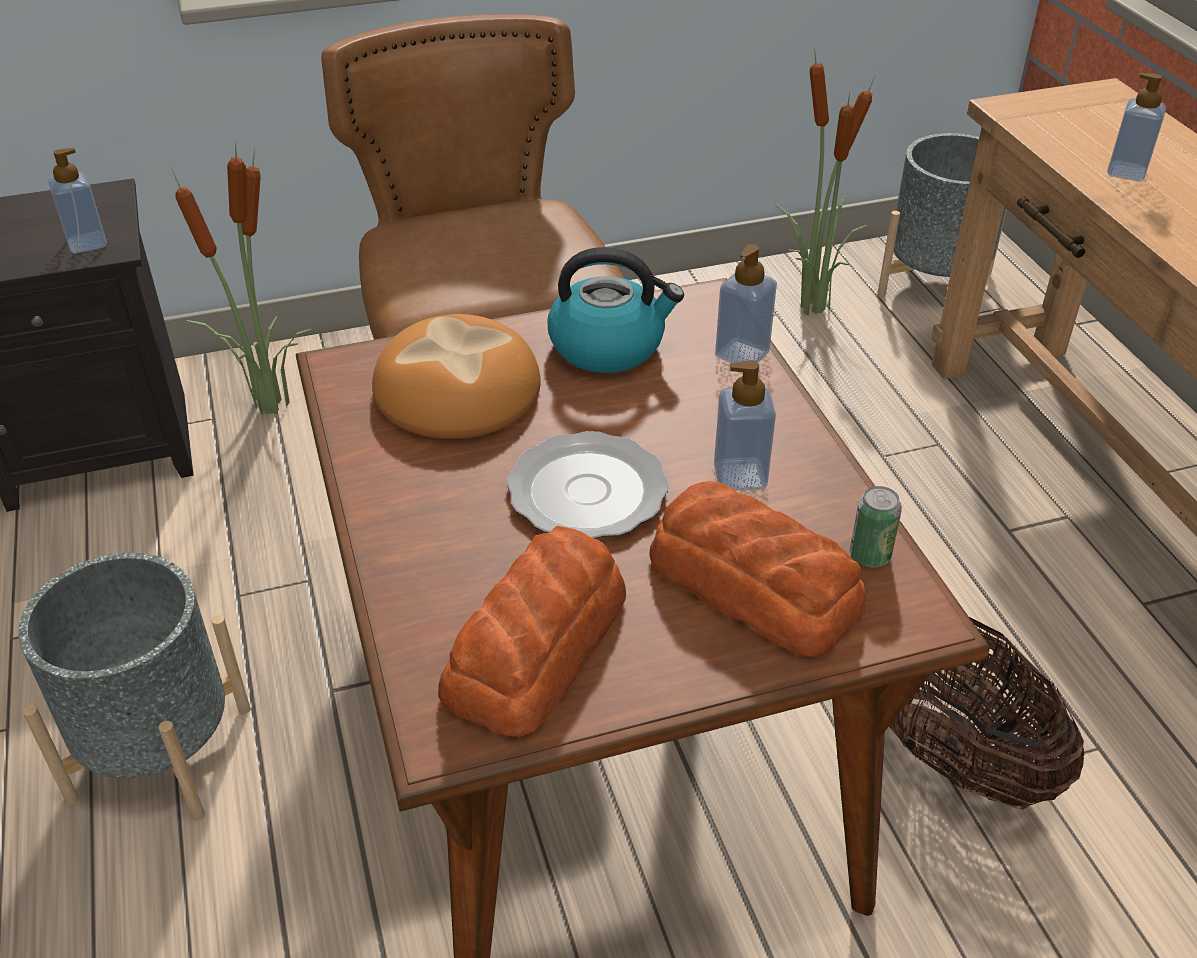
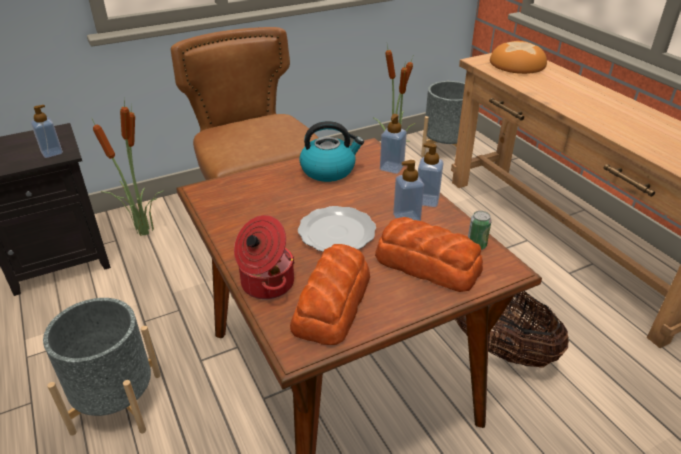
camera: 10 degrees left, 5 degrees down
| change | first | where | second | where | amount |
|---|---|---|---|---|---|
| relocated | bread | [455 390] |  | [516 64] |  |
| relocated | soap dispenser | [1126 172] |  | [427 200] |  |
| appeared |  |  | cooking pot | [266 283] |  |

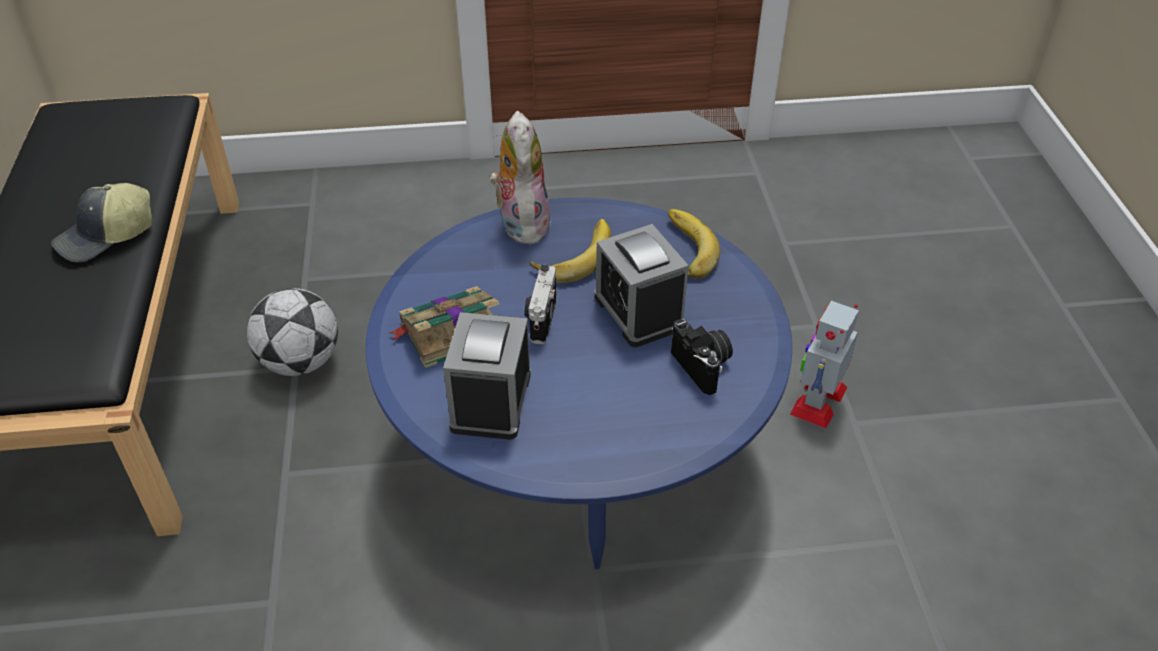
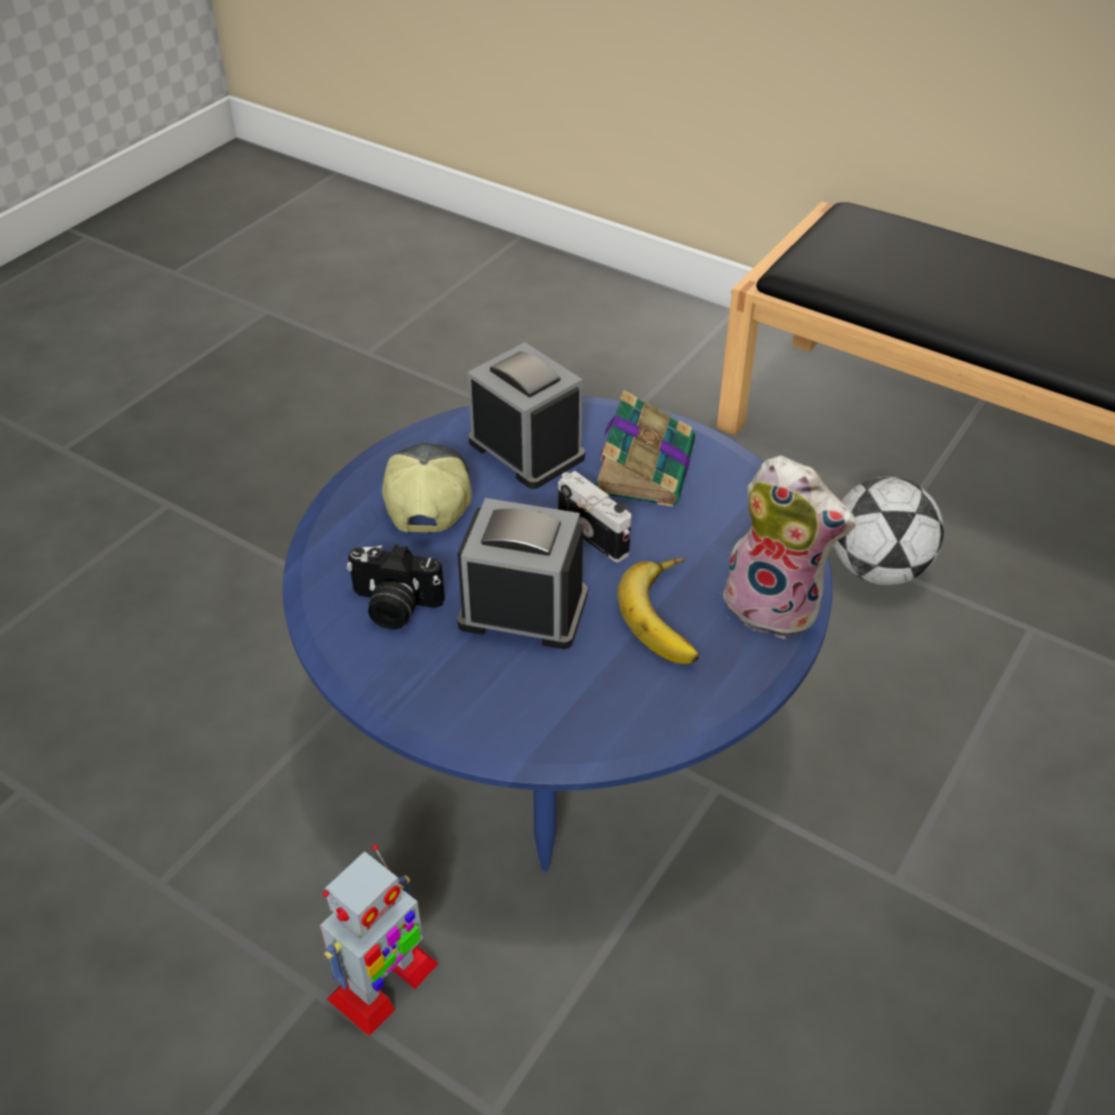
camera: 130 degrees right, 0 degrees up
| change | first | where | second | where | amount |
|---|---|---|---|---|---|
| relocated | cap | [107 237] |  | [426 497] |  |
| missing | banana | [681 250] |  |  |  |
| spun | toy robot | [818 400] |  | [383 983] | 60 degrees clockwise |

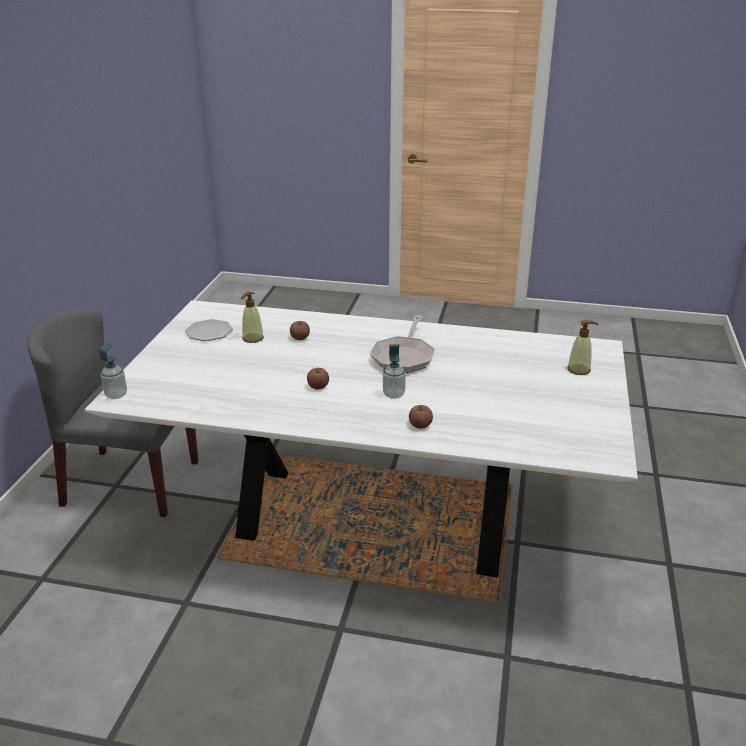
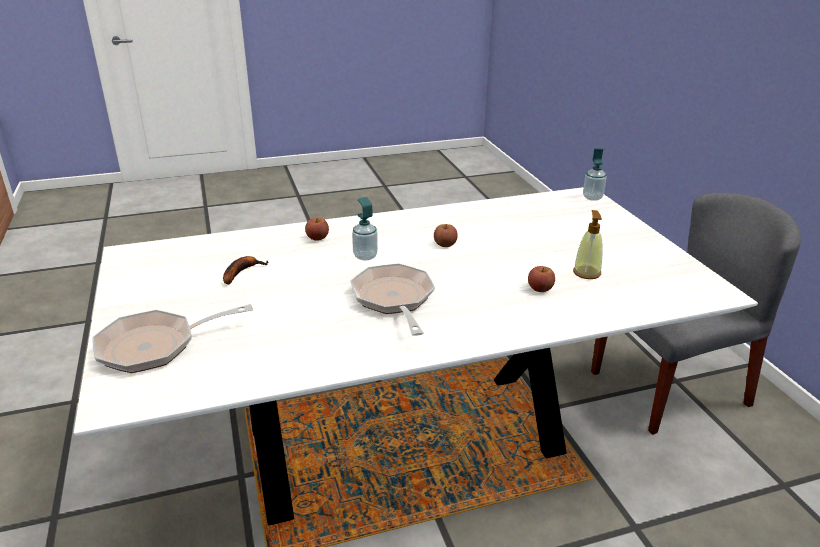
camera: 150 degrees right, 0 degrees up
| change | first | where | second | where | amount |
|---|---|---|---|---|---|
| missing | plate | [208 332] |  |  |  |
| exchanged | soap dispenser | [579 370] | frying pan | [155 346] |  |
| appeared |  |  | banana | [241 272] |  |

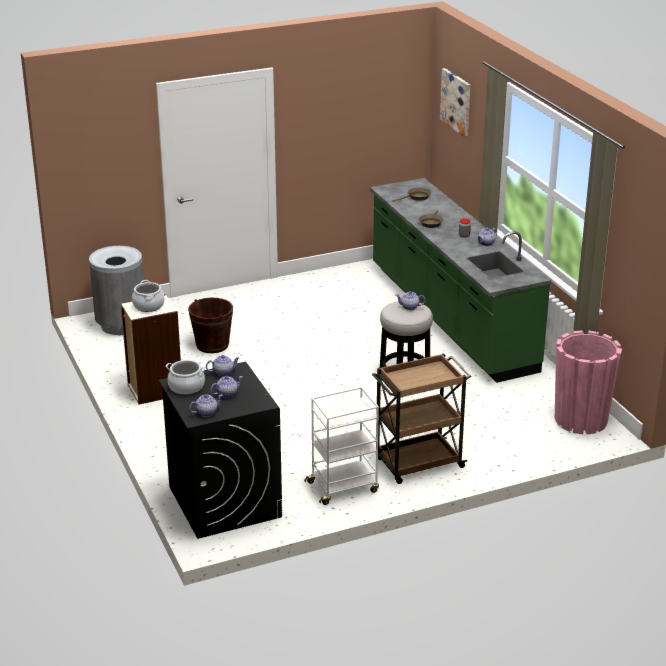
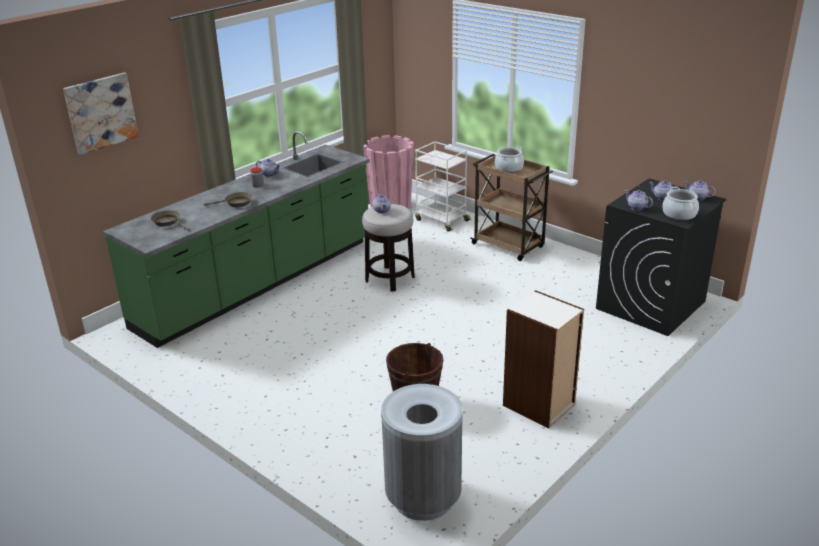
camera: 115 degrees left, 0 degrees up
| change | first | where | second | where | amount |
|---|---|---|---|---|---|
| relocated | cooking pot | [148 306] |  | [509 168] |  |
| relocated | cart (white) | [343 486] |  | [441 220] |  |

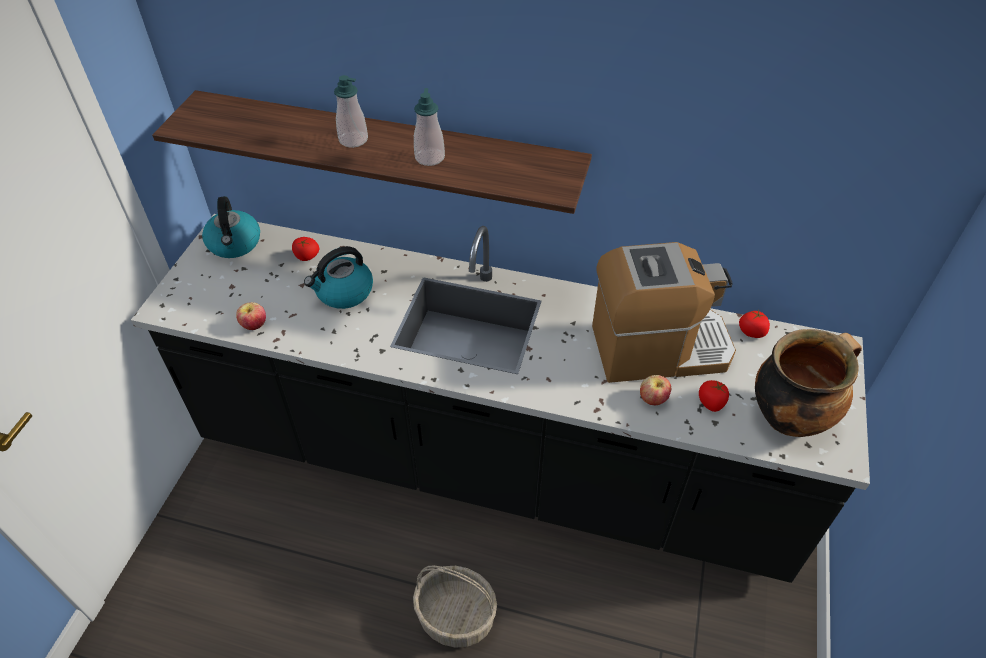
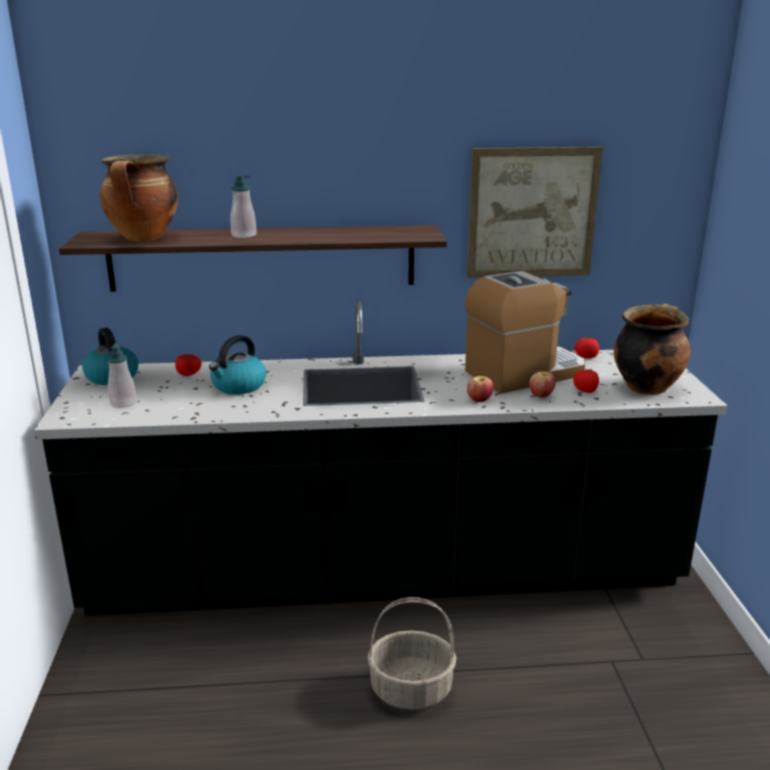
camera: 20 degrees left, 25 degrees down
| change | first | where | second | where | amount |
|---|---|---|---|---|---|
| relocated | apple | [254 325] |  | [479 400] |  |
| relocated | soap dispenser | [429 158] |  | [123 403] |  |
| appeared |  |  | cooking pot | [144 238] |  |
| appeared |  |  | picture | [532 213] |  |

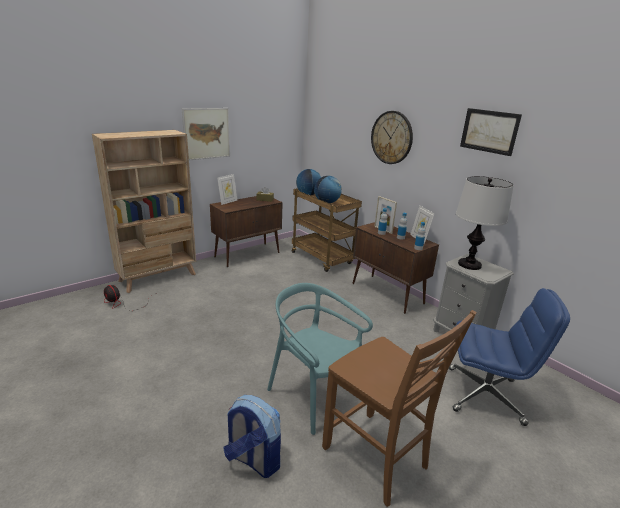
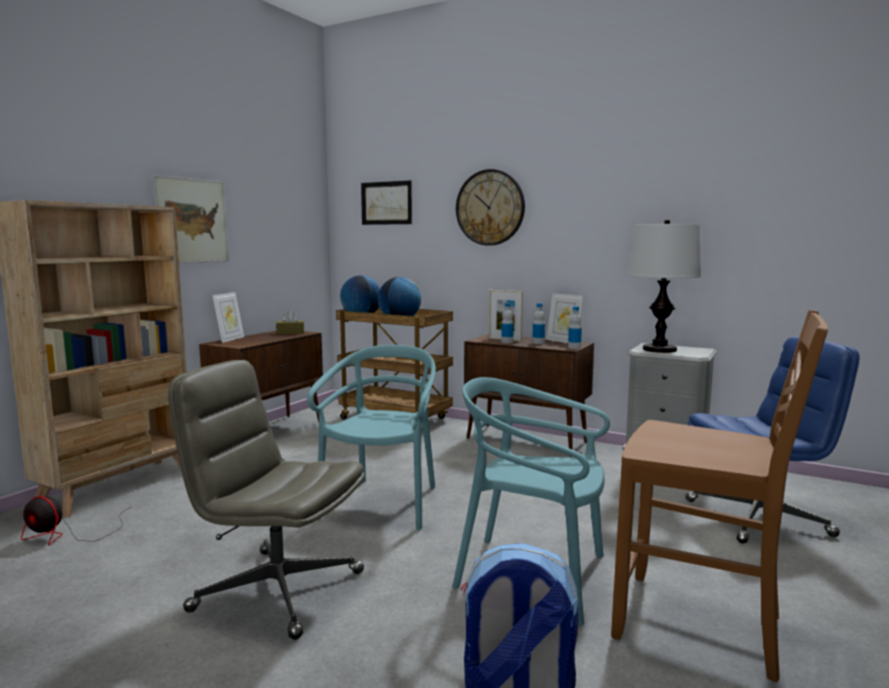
camera: 20 degrees left, 15 degrees down
| change | first | where | second | where | amount |
|---|---|---|---|---|---|
| relocated | picture | [489 131] |  | [386 203] |  |
| appeared |  |  | office chair (grey) | [276 591] |  |
| appeared |  |  | chair (turquoise) | [383 504] |  |

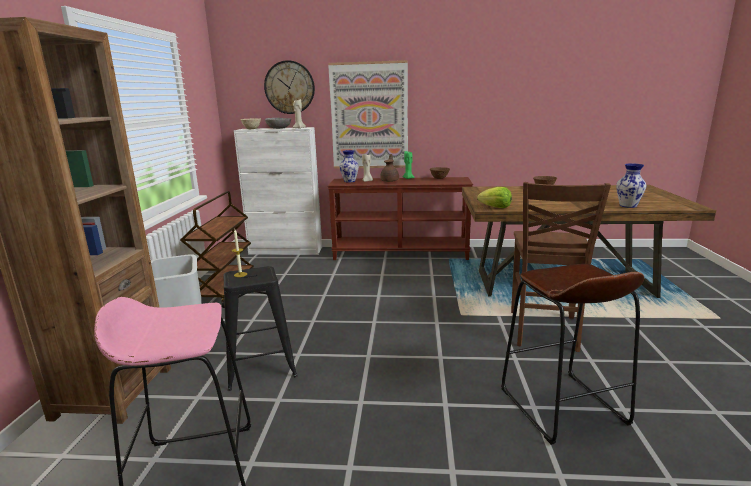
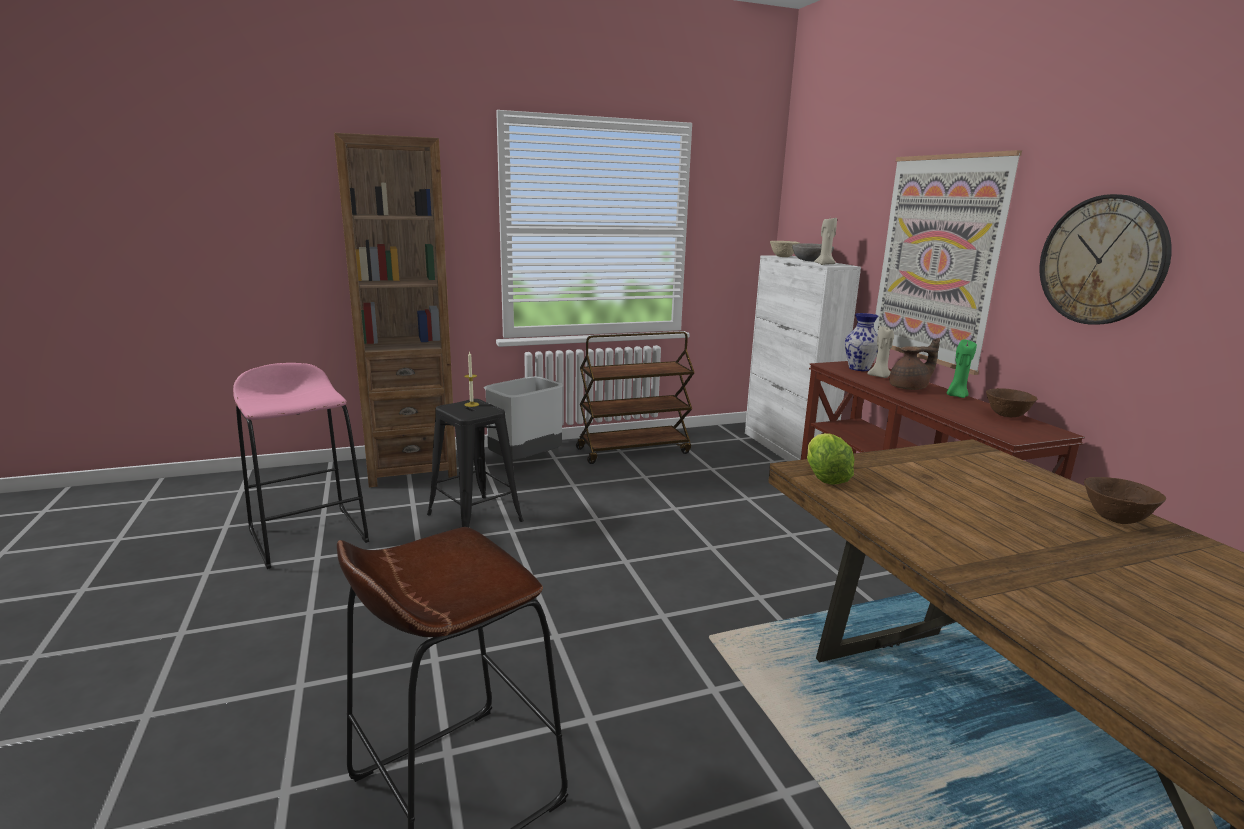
camera: 65 degrees right, 0 degrees up
| change | first | where | second | where | amount |
|---|---|---|---|---|---|
| relocated | wall clock | [289 87] |  | [1102 260] |  |
| missing | chair (brown) | [543 331] |  |  |  |
| missing | vase | [627 206] |  |  |  |

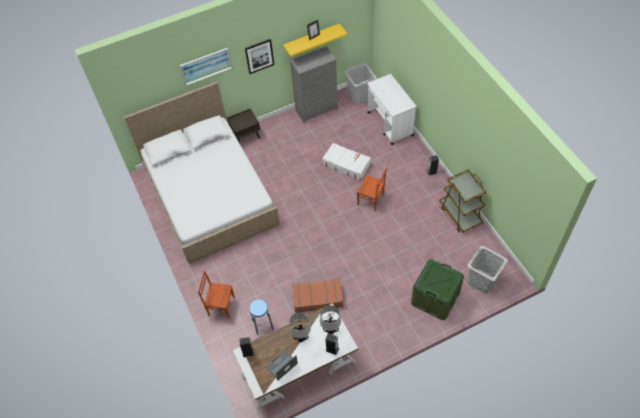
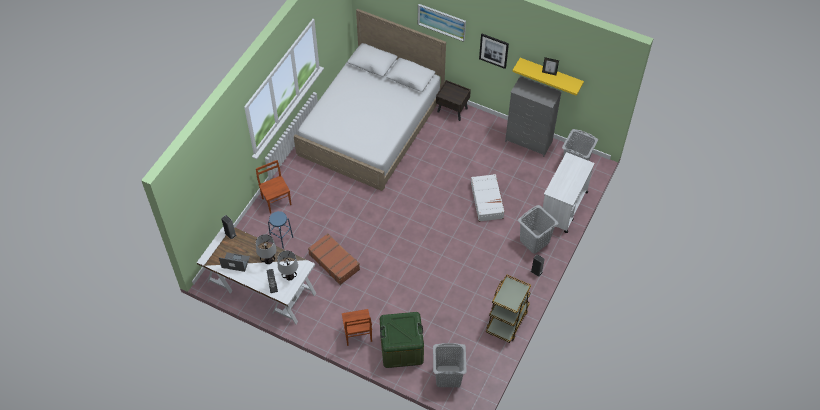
camera: 50 degrees right, 0 degrees up
| change | first | where | second | where | amount |
|---|---|---|---|---|---|
| relocated | chair (brown) | [371 200] |  | [357 334] |  |
| appeared |  |  | laundry basket (grey) | [534 241] |  |

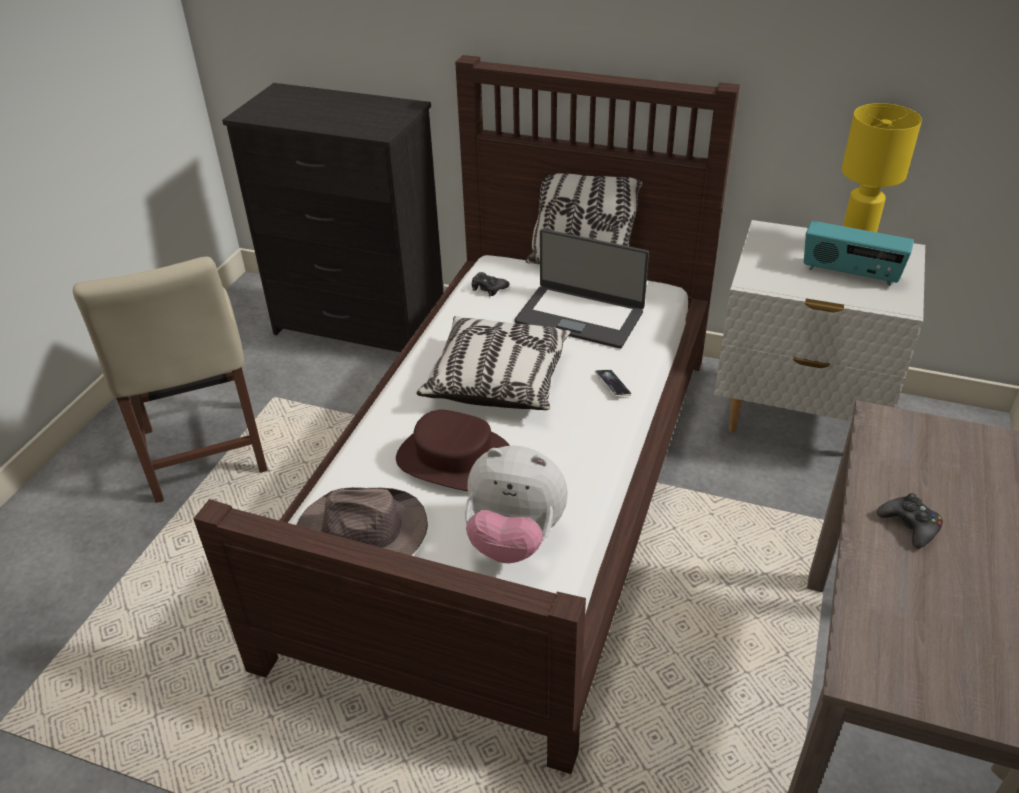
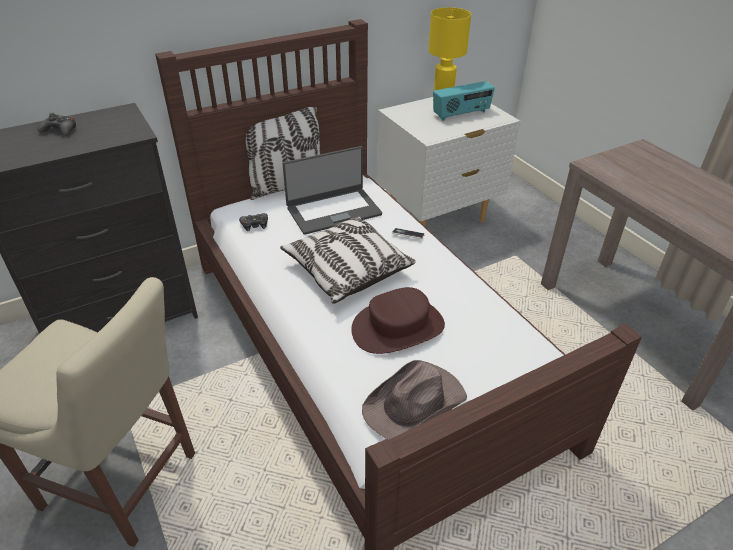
camera: 50 degrees left, 0 degrees up
| change | first | where | second | where | amount |
|---|---|---|---|---|---|
| missing | plush toy | [514 539] |  |  |  |
| relocated | game controller (black) | [910 526] |  | [60 130] |  |

